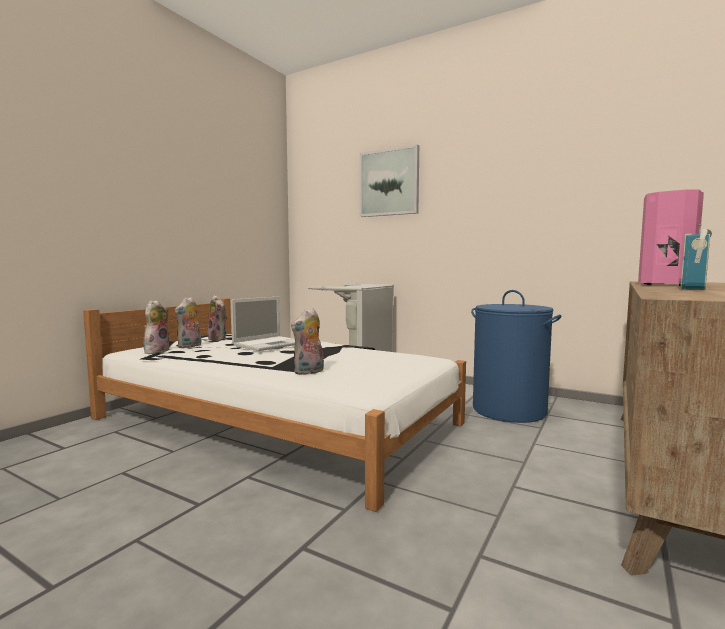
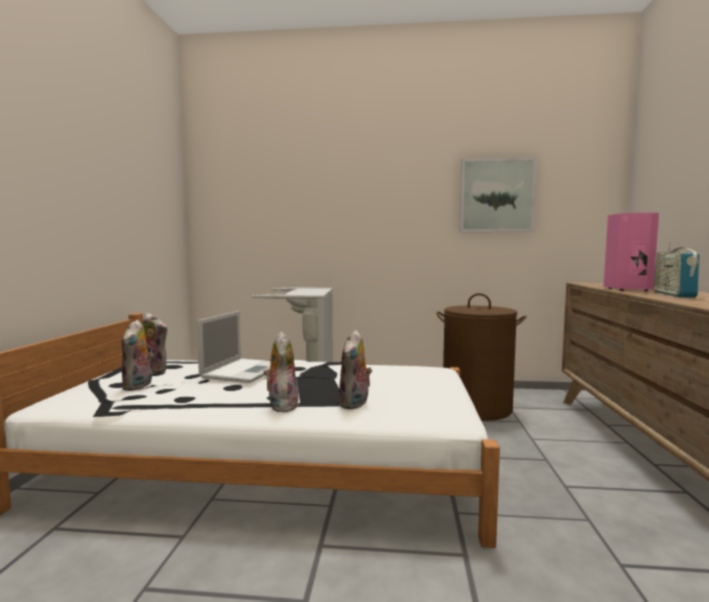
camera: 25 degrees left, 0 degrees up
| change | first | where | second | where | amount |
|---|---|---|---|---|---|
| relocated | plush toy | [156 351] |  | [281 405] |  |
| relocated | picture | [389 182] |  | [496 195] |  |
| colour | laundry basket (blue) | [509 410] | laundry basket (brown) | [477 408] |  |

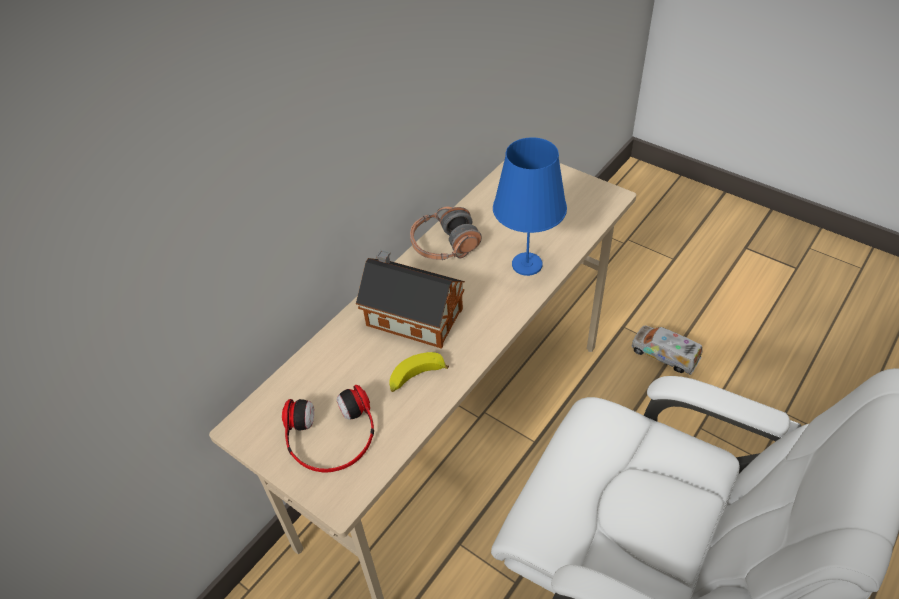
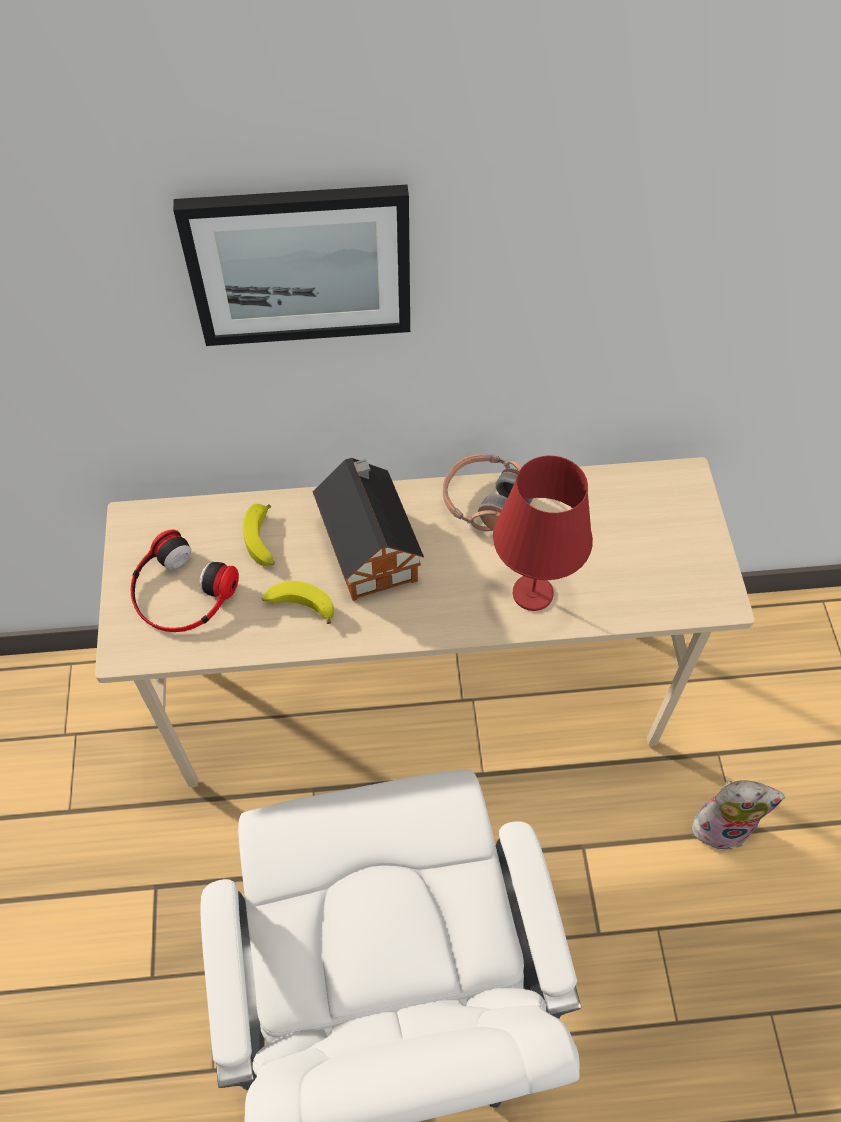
camera: 45 degrees right, 10 degrees up
| change | first | where | second | where | amount |
|---|---|---|---|---|---|
| colour | table lamp (blue) | [526 264] | table lamp (red) | [532 592] |  |
| exchanged | toy truck | [664 355] | plush toy | [722 824] |  |
| appeared |  |  | picture | [300 265] |  |
| appeared |  |  | banana | [263 541] |  |

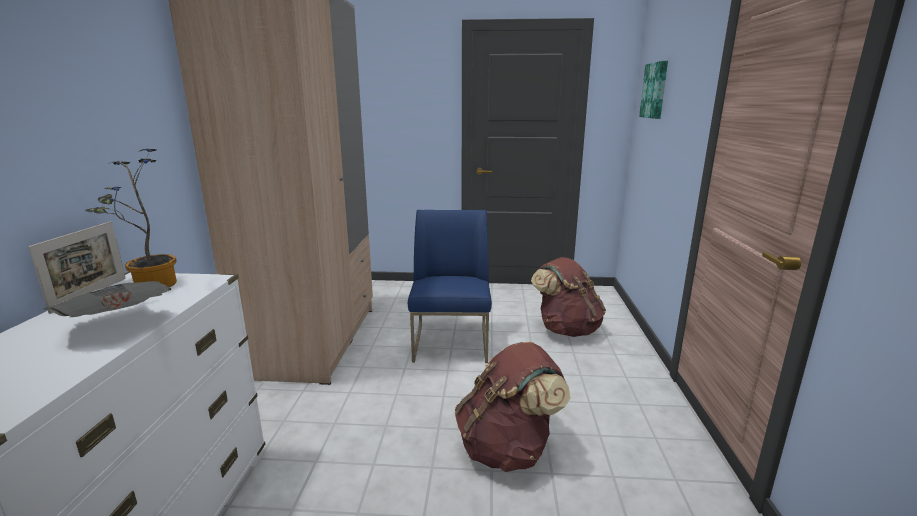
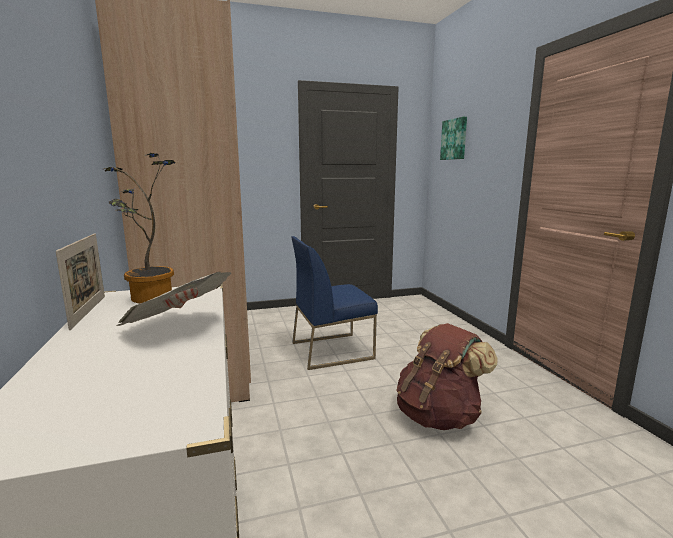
camera: 20 degrees left, 5 degrees down
| change | first | where | second | where | amount |
|---|---|---|---|---|---|
| spun | chair (blue) | [451 343] |  | [332 350] | 90 degrees counterclockwise |
| missing | backpack (brown) | [566 329] |  |  |  |

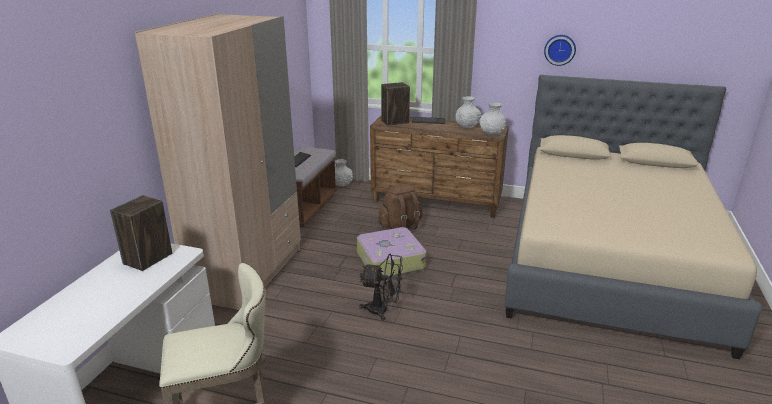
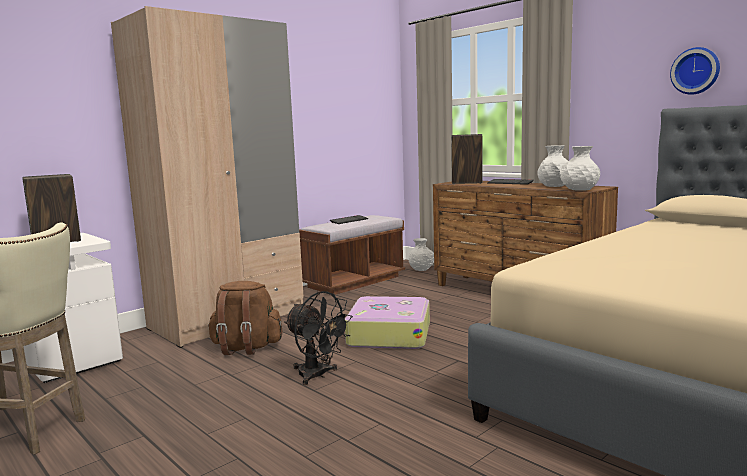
camera: 30 degrees right, 15 degrees down
| change | first | where | second | where | amount |
|---|---|---|---|---|---|
| relocated | backpack (brown) | [400 226] |  | [246 348] |  |

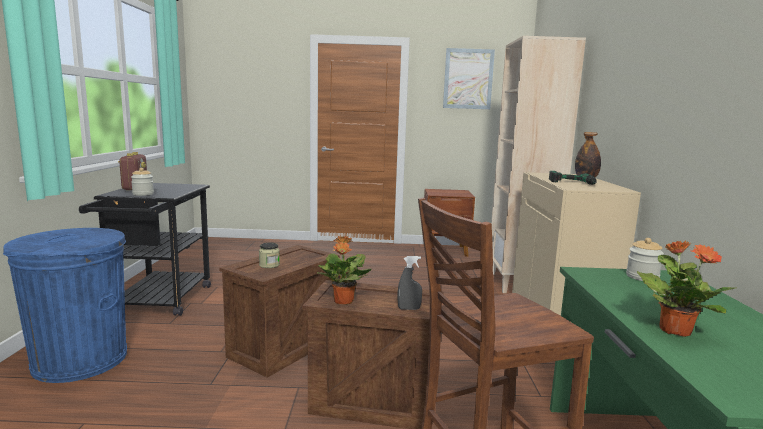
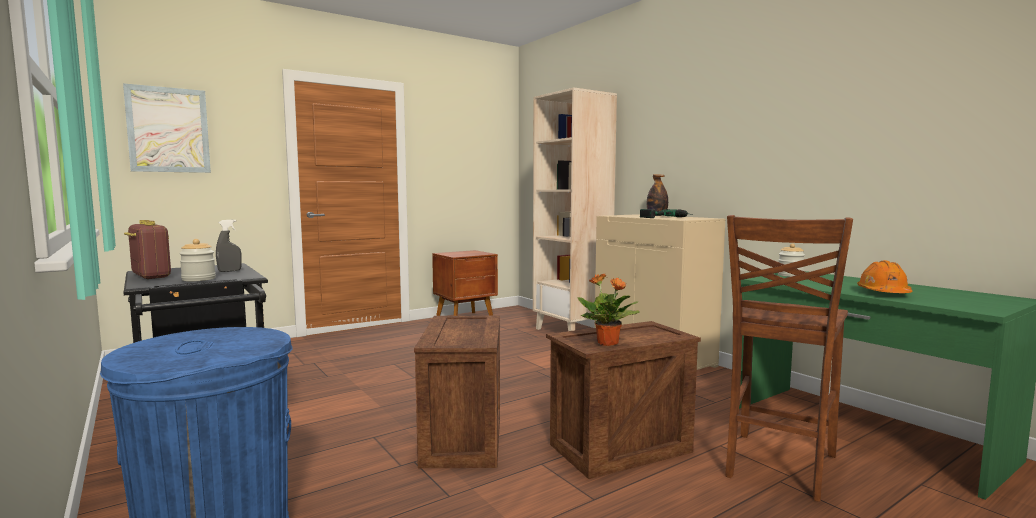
camera: 35 degrees left, 5 degrees down
| change | first | where | second | where | amount |
|---|---|---|---|---|---|
| missing | jar | [269 265] |  |  |  |
| relocated | spray bottle (grey) | [409 309] |  | [229 271] |  |
| relocated | picture | [468 79] |  | [168 130] |  |
| exchanged | potted plant | [674 330] | hard hat (orange) | [883 293] |  |

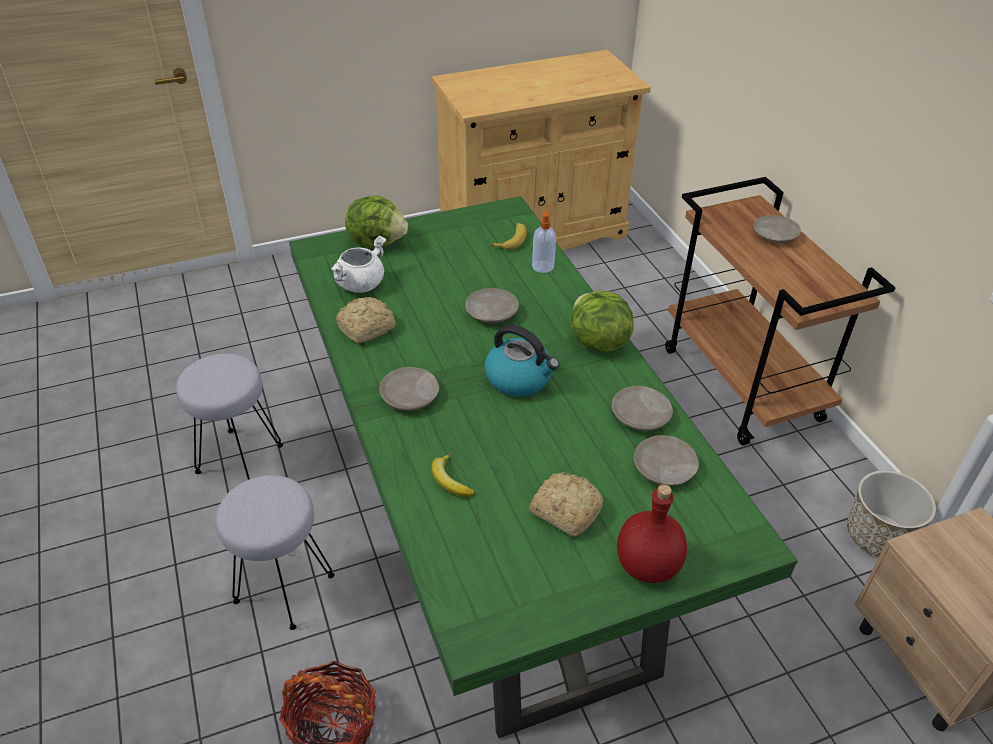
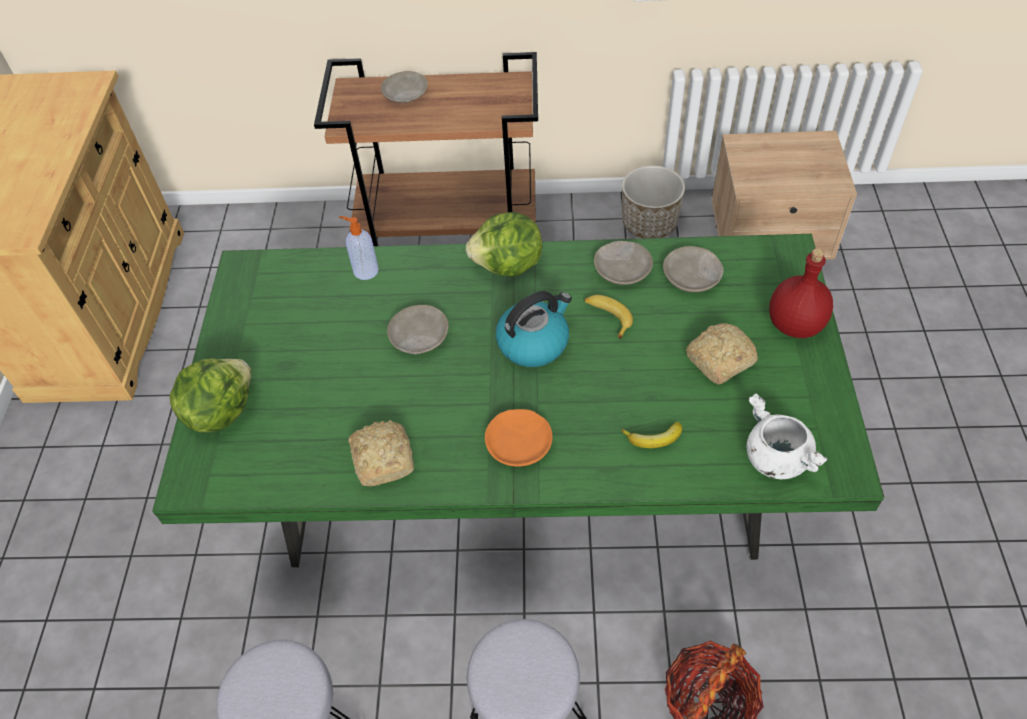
camera: 65 degrees left, 10 degrees up
| change | first | where | second | where | amount |
|---|---|---|---|---|---|
| relocated | cooking pot (white) | [360 284] |  | [775 458] |  |
| colour | plate (beige) | [410 396] | plate (orange) | [519 444] |  |
| relocated | banana | [511 240] |  | [607 317] |  |

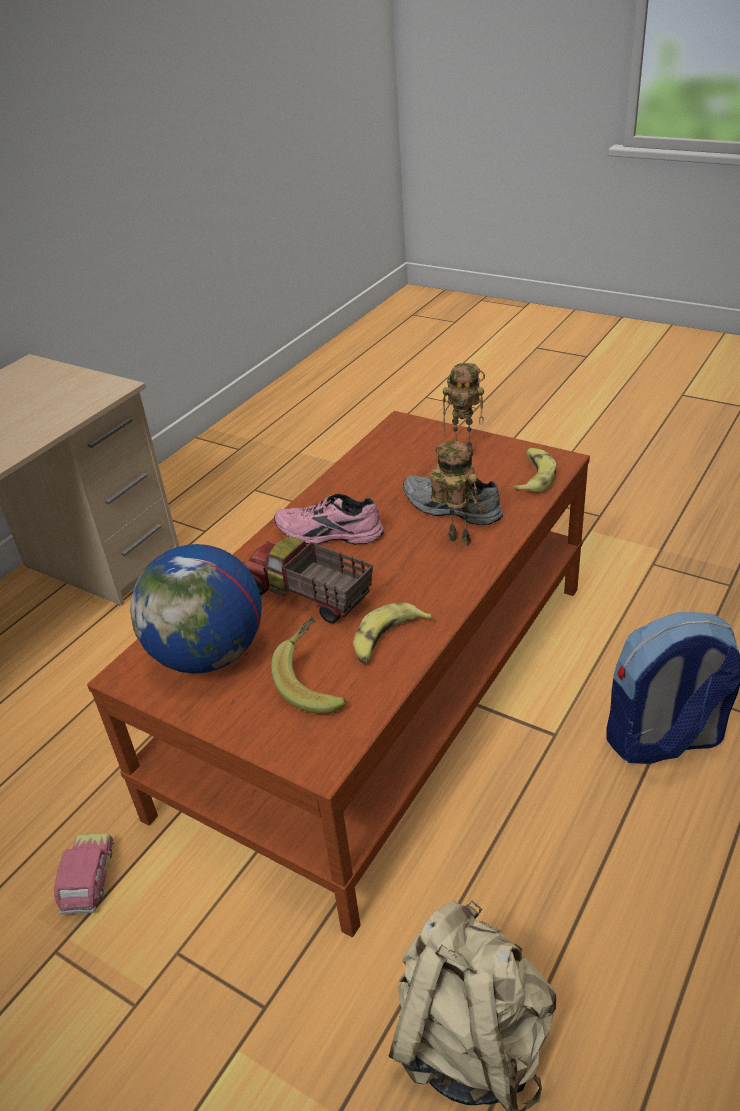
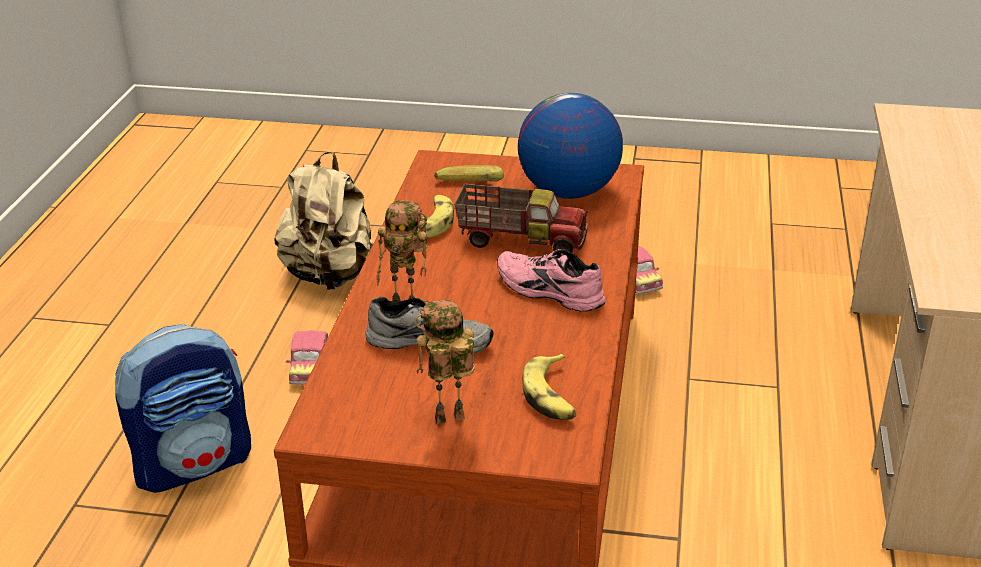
camera: 155 degrees right, 5 degrees down
| change | first | where | second | where | amount |
|---|---|---|---|---|---|
| spun | shoe (pink) | [328 534] |  | [547 292] | 135 degrees counterclockwise |
| relocated | banana | [533 477] |  | [552 396] |  |
| appeared |  |  | toy car | [310 368] |  |

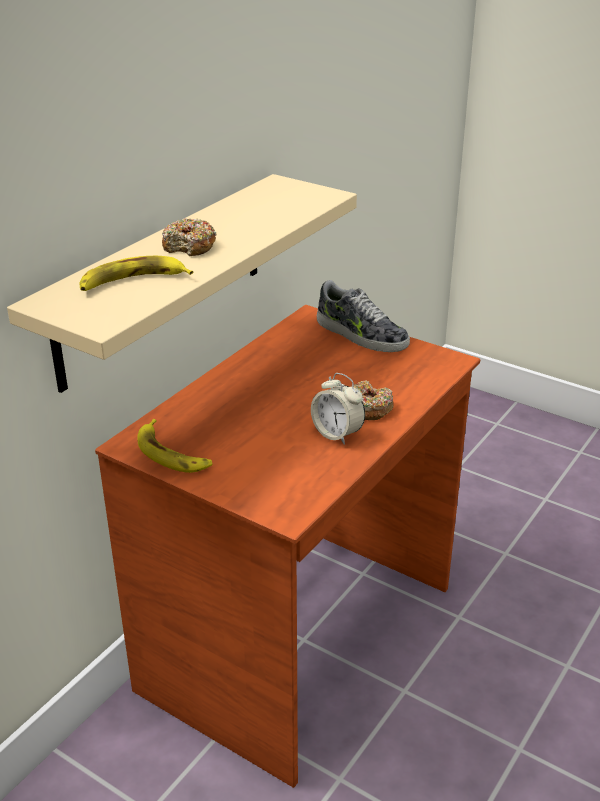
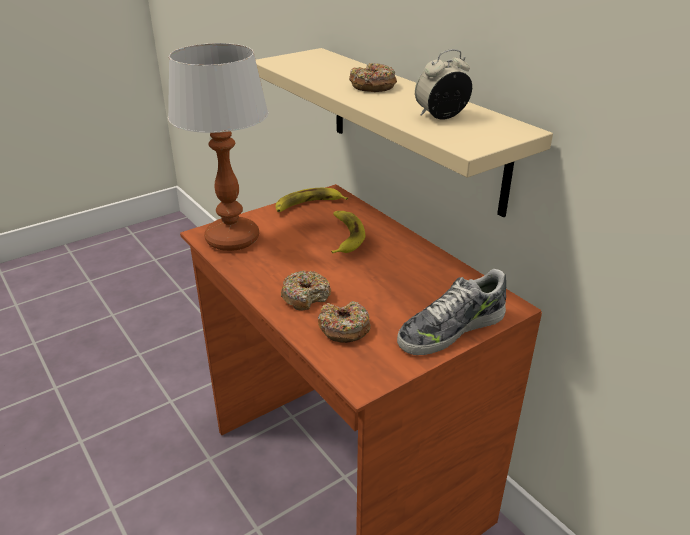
camera: 110 degrees right, 0 degrees up
| change | first | where | second | where | amount |
|---|---|---|---|---|---|
| relocated | banana | [132 282] |  | [345 236] |  |
| relocated | alarm clock | [337 434] |  | [441 116] |  |
| appeared |  |  | table lamp | [231 239] |  |
| appeared |  |  | donut | [344 329] |  |

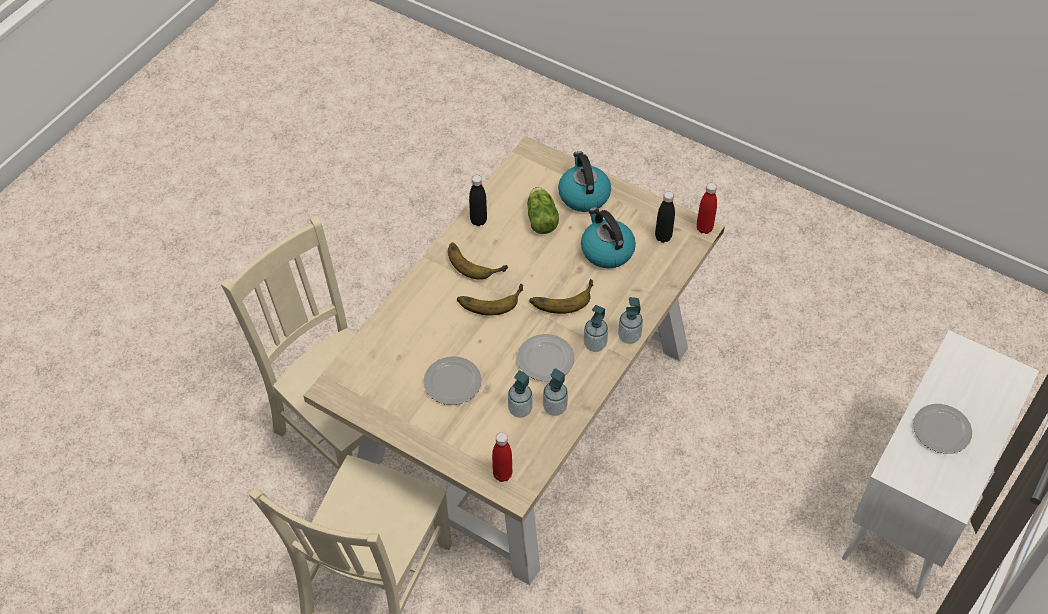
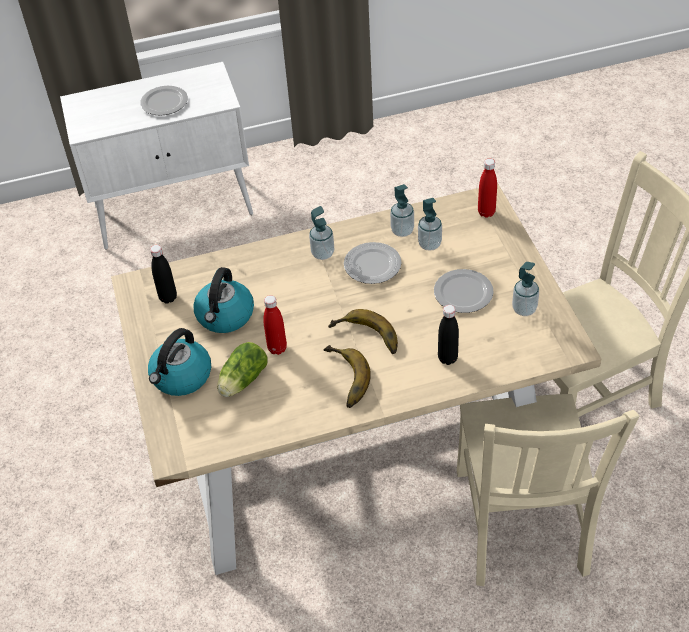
camera: 135 degrees left, 5 degrees down
| change | first | where | second | where | amount |
|---|---|---|---|---|---|
| relocated | bottle (black) | [478 221] |  | [447 358] |  |
| missing | banana | [561 297] |  |  |  |
| relocated | soap dispenser | [629 336] |  | [524 309] |  |
| relocated | bottle (red) | [704 228] |  | [277 348] |  |

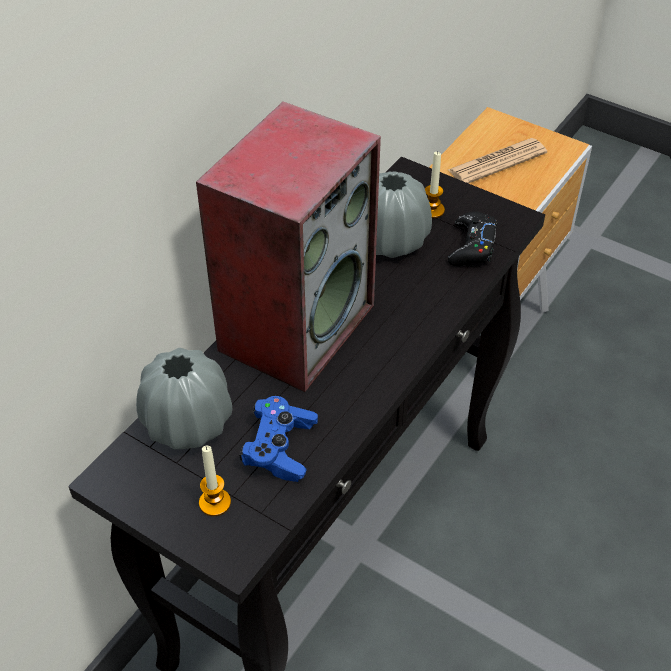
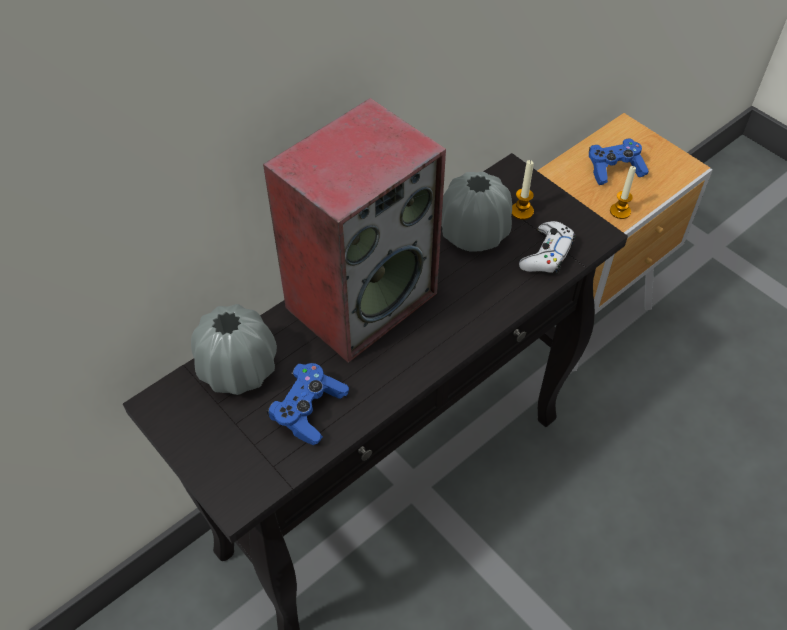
camera: 15 degrees right, 5 degrees up
| change | first | where | second | where | amount |
|---|---|---|---|---|---|
| relocated | candle | [215 503] |  | [620 211] |  |
| exchanged | newspaper | [497 162] | game controller (blue) | [614 169] |  |
| colour | game controller (black) | [472 246] | game controller (white) | [546 254] |  |

